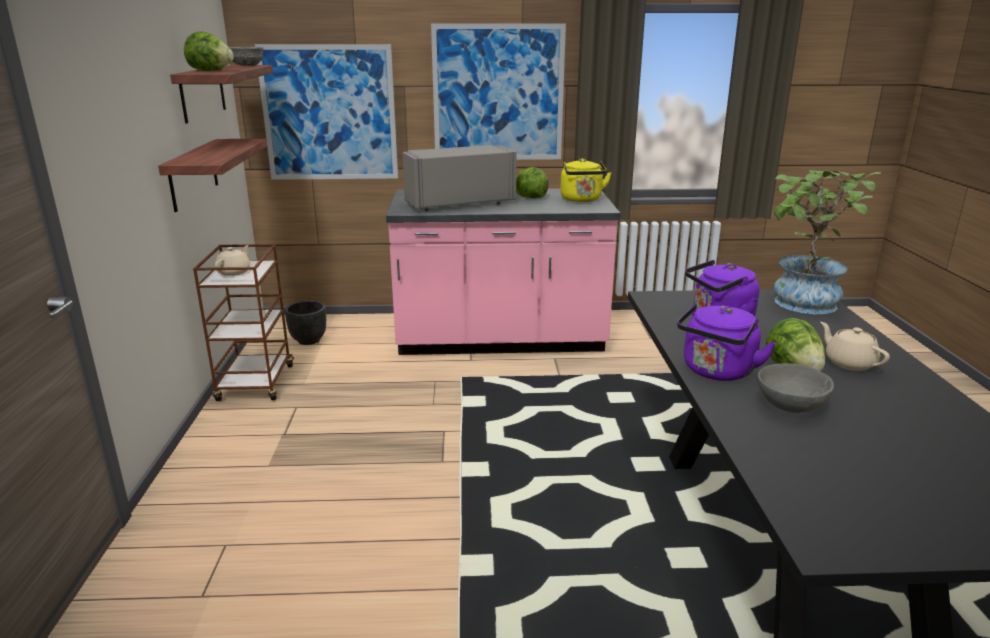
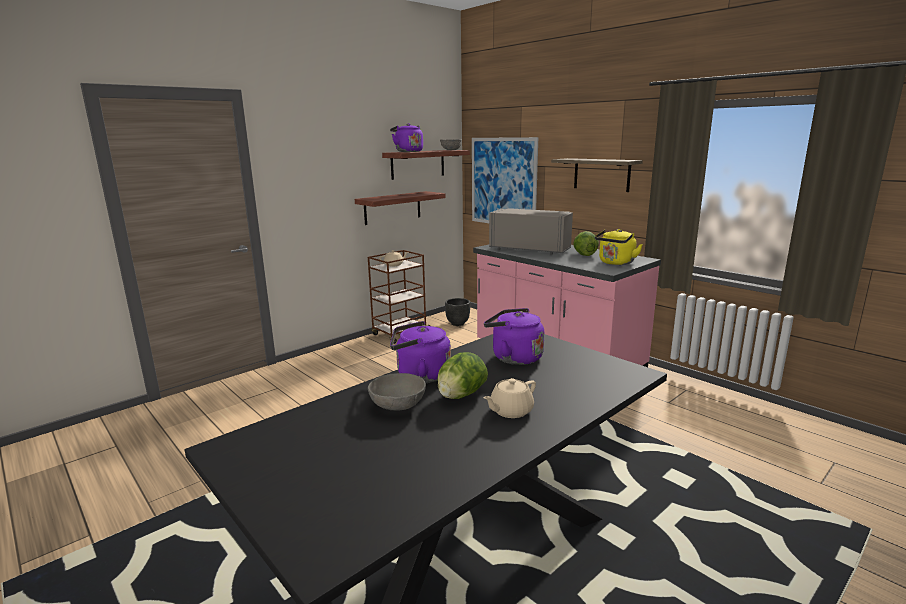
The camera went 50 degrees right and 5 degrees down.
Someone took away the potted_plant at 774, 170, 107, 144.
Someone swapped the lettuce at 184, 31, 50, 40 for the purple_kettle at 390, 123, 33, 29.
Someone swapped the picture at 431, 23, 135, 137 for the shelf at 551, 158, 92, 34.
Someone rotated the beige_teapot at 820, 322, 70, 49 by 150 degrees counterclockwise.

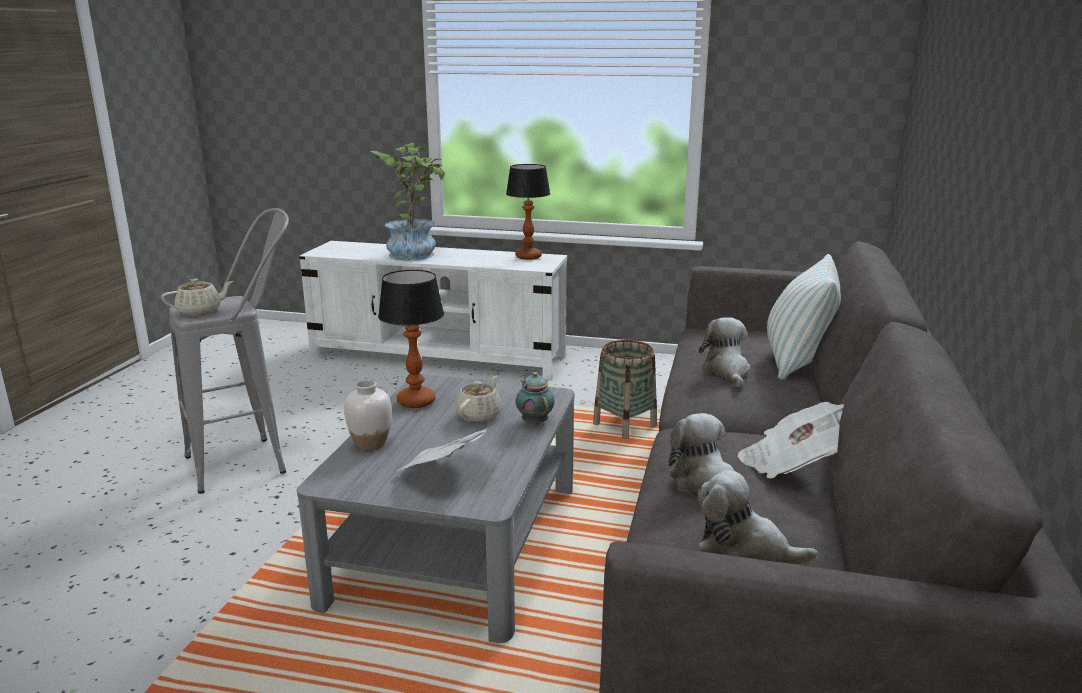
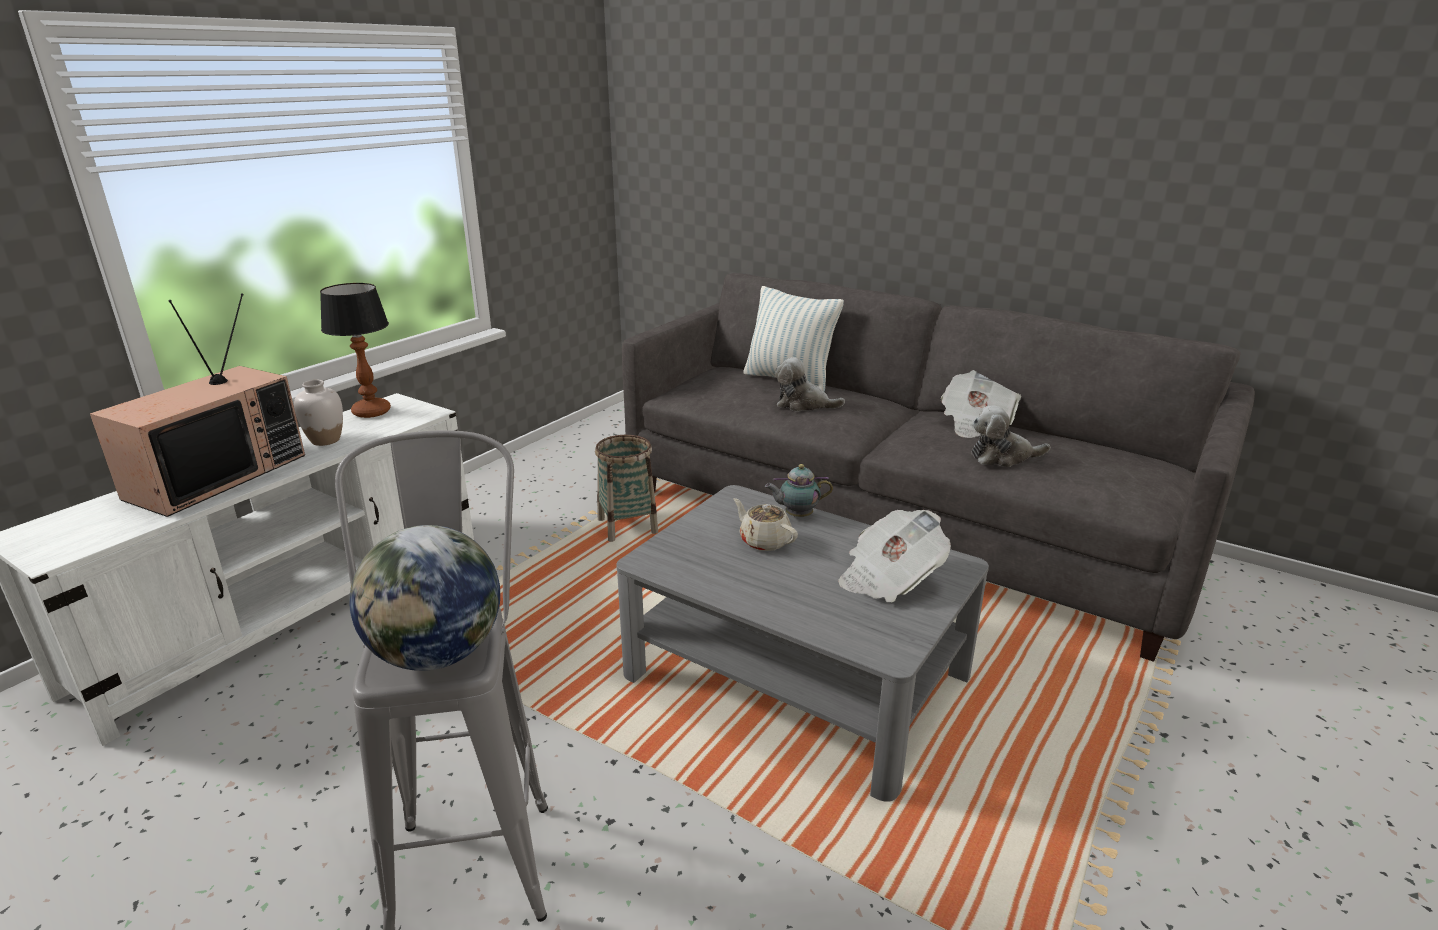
The camera went 70 degrees left and 5 degrees up.
Someone took away the table_lamp at 378, 270, 66, 138.
Someone took away the plush_toy at 698, 470, 120, 95.
Someone carried the white_vase from 344, 380, 48, 70 to 294, 380, 49, 66.
Someone swapped the beige_teapot at 161, 278, 73, 38 for the globe at 350, 525, 150, 146.
Someone swapped the potted_plant at 370, 143, 75, 117 for the television at 90, 293, 215, 224.

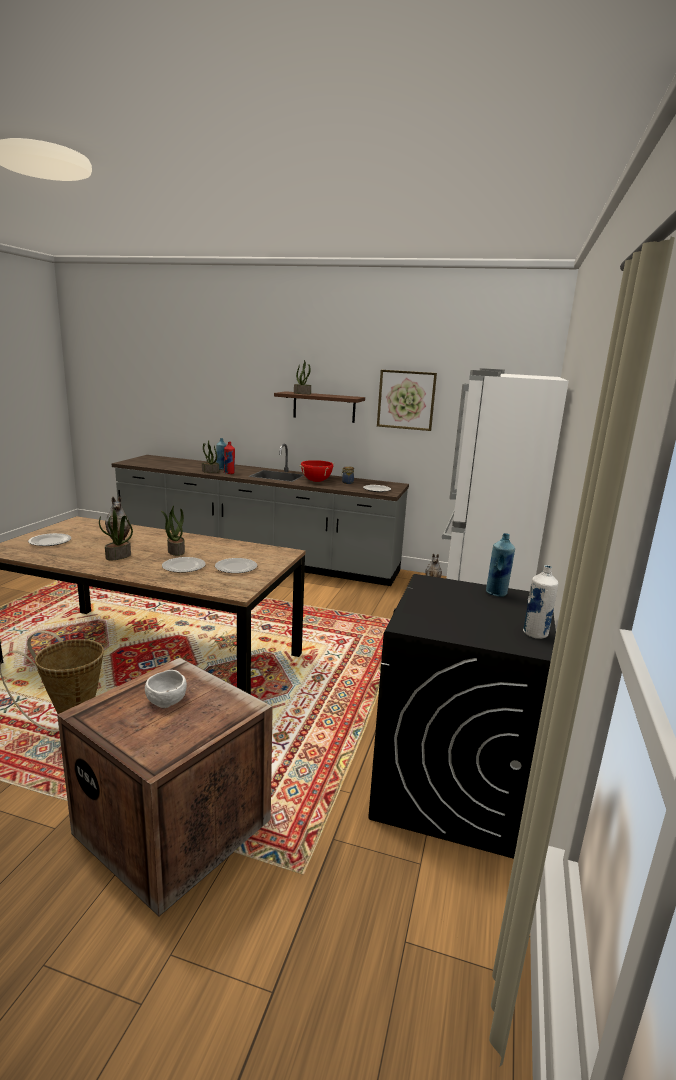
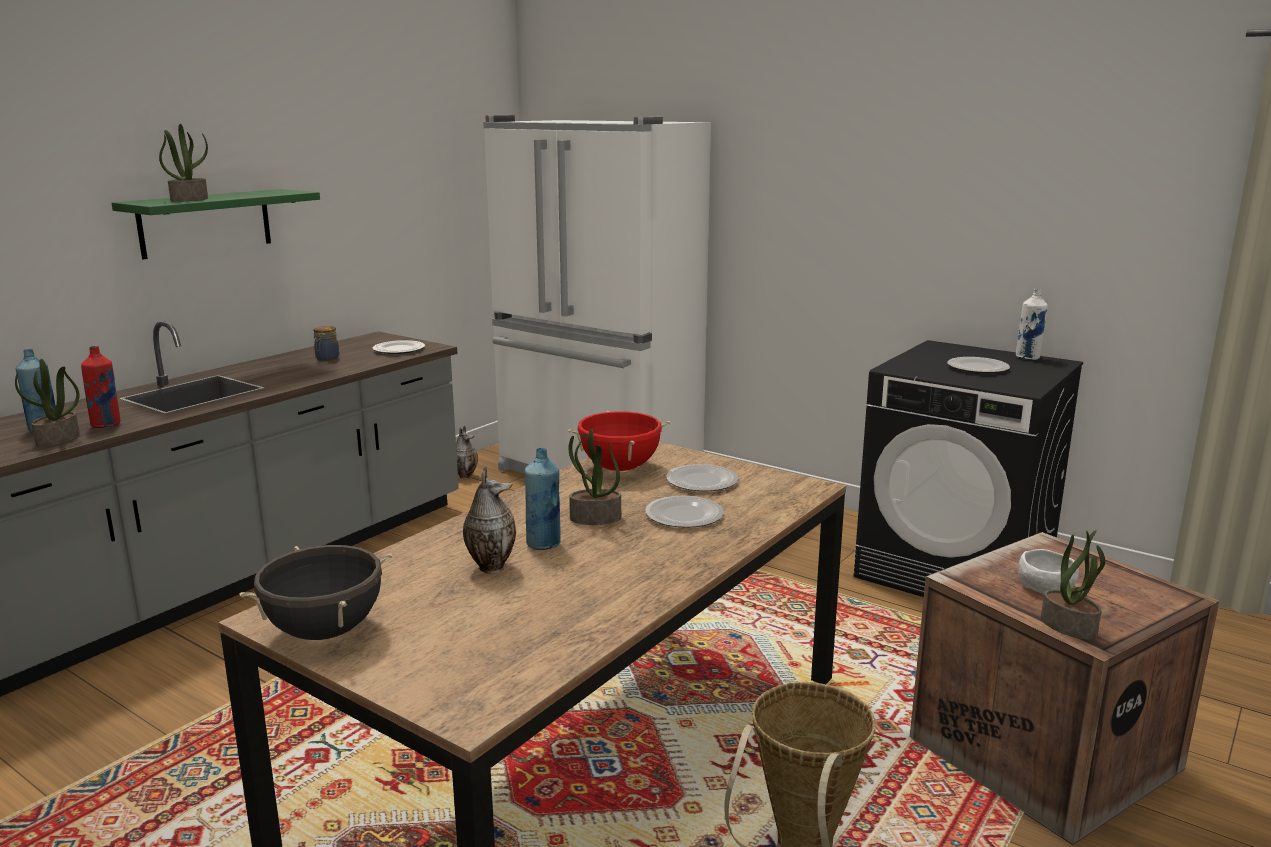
The camera went 70 degrees left and 0 degrees up.
Someone took away the picture at 377, 370, 60, 61.
Someone put down the black_cooking_pot at 239, 545, 153, 95.
Someone carried the plate from 28, 533, 43, 13 to 947, 357, 63, 17.
Someone carried the potted_plant from 99, 510, 34, 50 to 1041, 530, 65, 110.
Someone carried the red_cooking_pot from 300, 460, 34, 22 to 568, 411, 102, 60.
Someone carried the blue_bottle from 486, 533, 29, 64 to 525, 448, 36, 102.
Someone repainted the brown_shelf at 274, 391, 91, 32, which became the green_shelf at 112, 189, 208, 70.

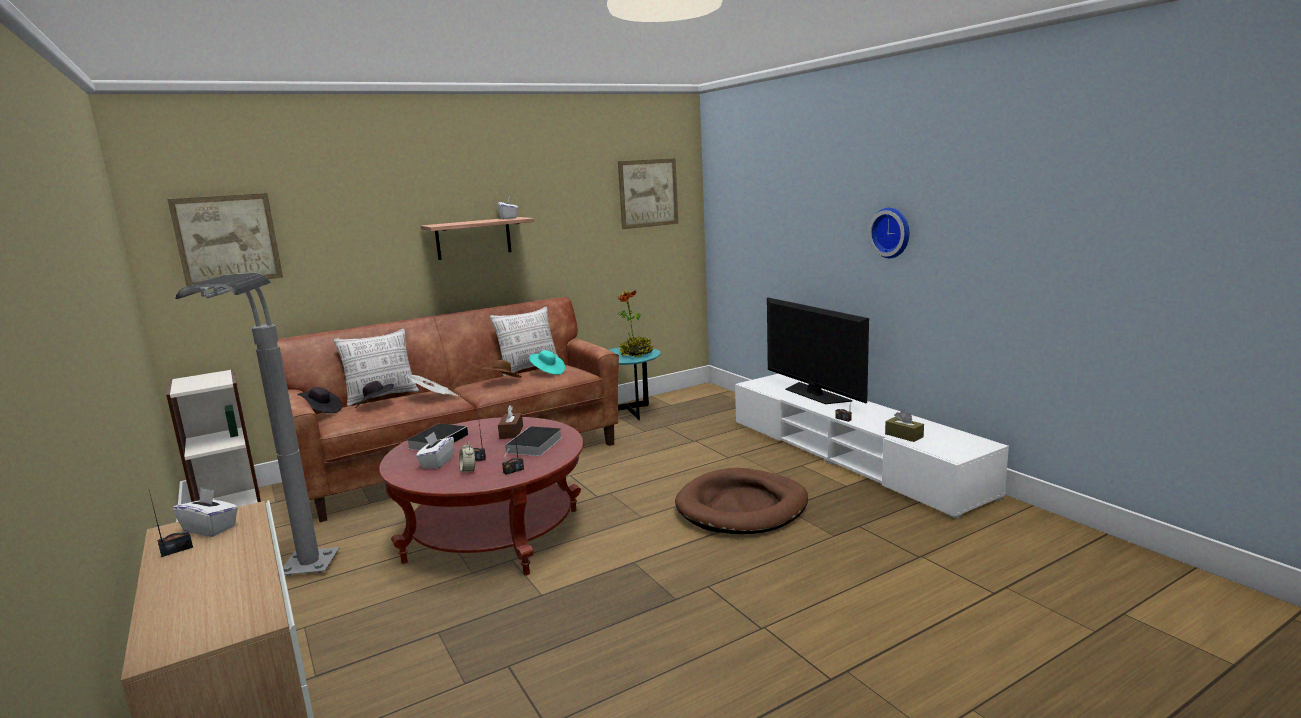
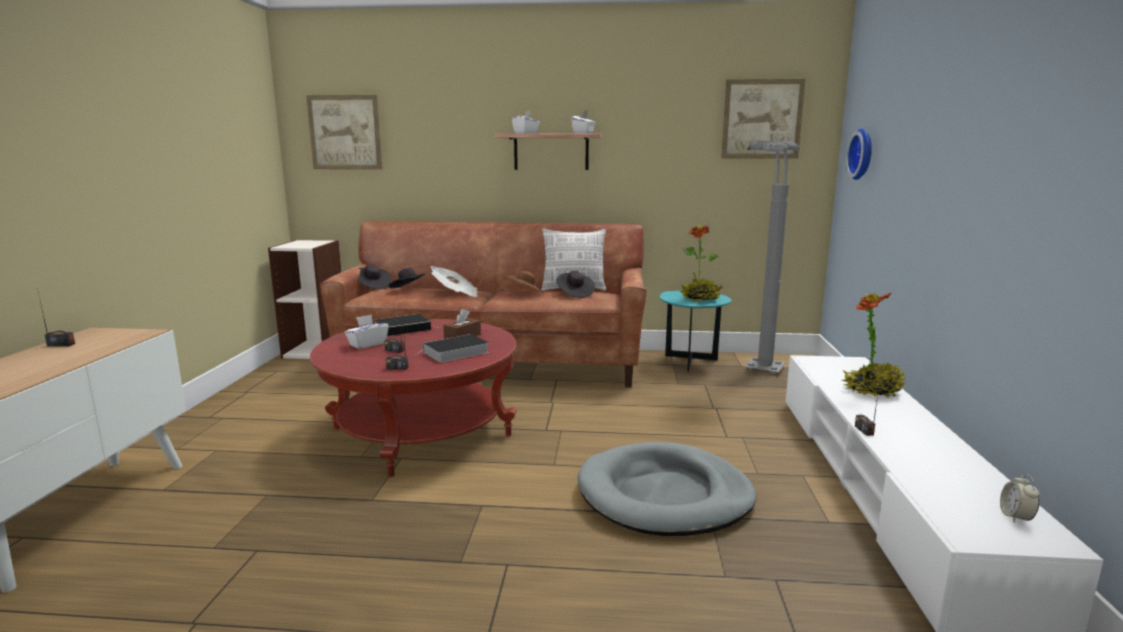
The camera went 35 degrees right and 0 degrees up.
Someone took away the pillow at 334, 329, 85, 77.
Someone took away the brown_tissue_box at 885, 410, 39, 32.
Someone carried the white_tissue_box from 173, 488, 65, 49 to 512, 110, 28, 24.
Someone carried the grey_floor_lamp from 175, 273, 165, 303 to 744, 141, 56, 233.
Someone carried the alarm_clock from 459, 441, 17, 34 to 1000, 474, 39, 48.
Someone carried the wall_clock from 868, 208, 41, 50 to 846, 129, 26, 51.
Someone swapped the television at 767, 297, 102, 107 for the potted_plant at 842, 292, 64, 106.
Someone repainted the turquoise_hat at 529, 350, 36, 25, which became the black_hat at 556, 271, 39, 27.
Someone repainted the brown_dog_bed at 675, 468, 133, 66, which became the grey_dog_bed at 578, 442, 178, 94.

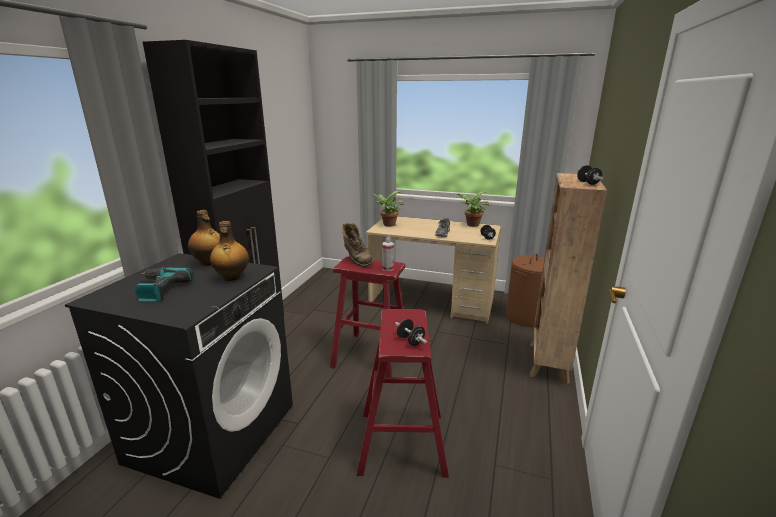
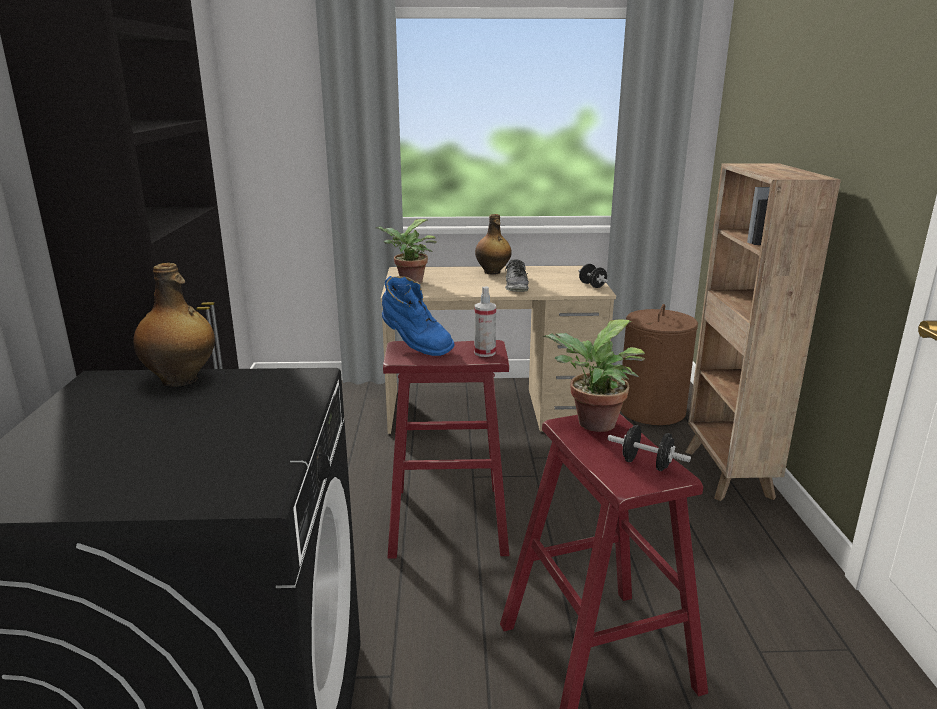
The camera went 20 degrees left and 0 degrees up.
Someone took away the power_drill at 135, 267, 59, 35.
Someone took away the black_dumbbell at 577, 165, 26, 20.
Someone carried the bottle from 210, 221, 39, 60 to 475, 214, 37, 61.
Someone carried the potted_plant from 456, 191, 33, 36 to 543, 319, 102, 113.
Someone repainted the brown_boot at 342, 223, 32, 44, which became the blue_boot at 382, 276, 72, 80.

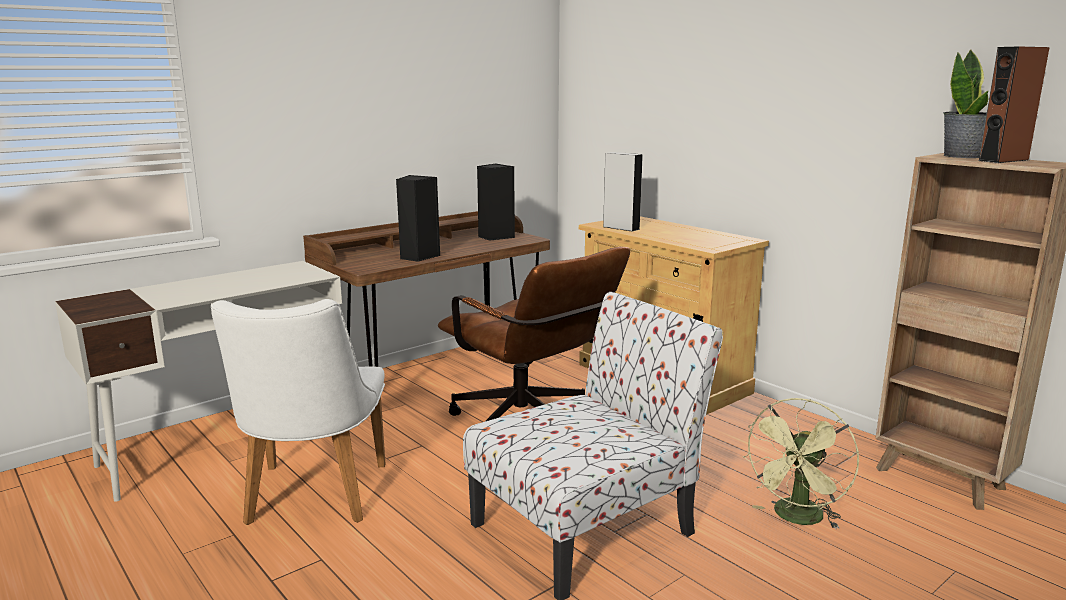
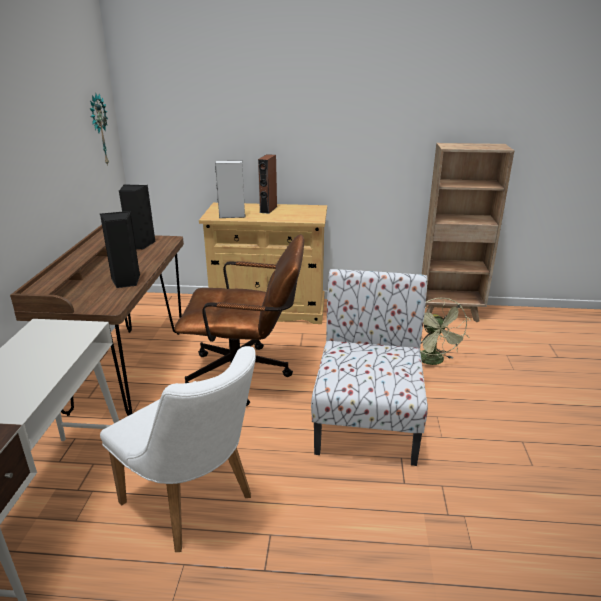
The camera went 45 degrees left and 10 degrees up.
Someone took away the potted_plant at 943, 49, 46, 109.
Someone put up the wall_clock at 90, 94, 19, 72.
Someone carried the brown_speaker from 979, 47, 71, 116 to 258, 154, 19, 60.

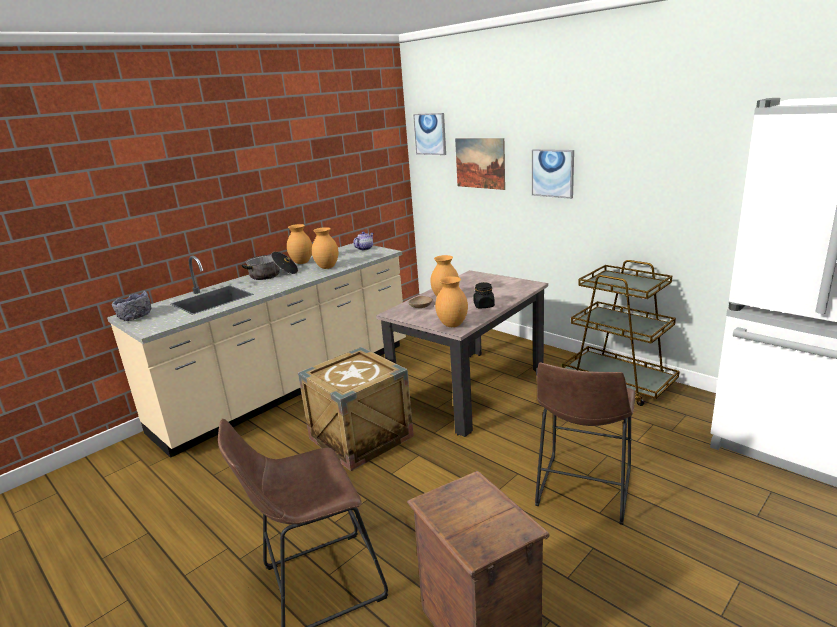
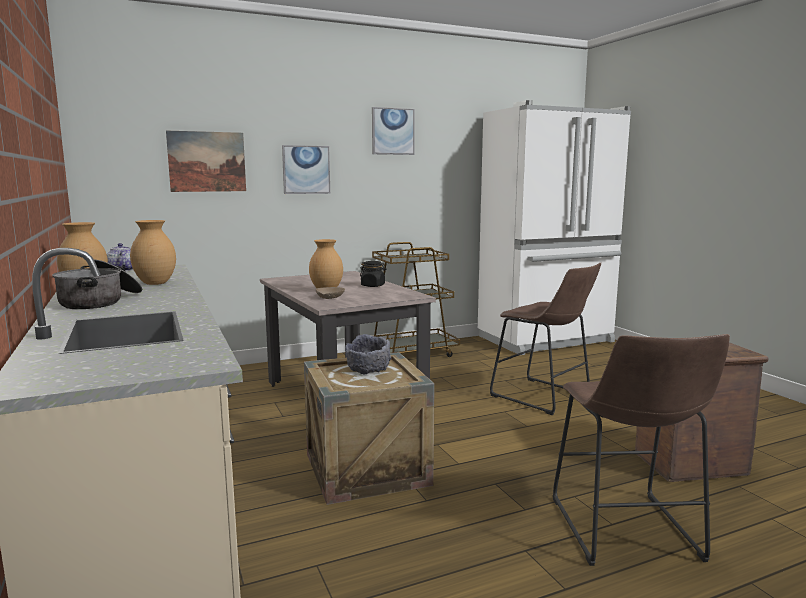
The camera went 70 degrees left and 10 degrees down.
Someone took away the brown_vase at 435, 276, 33, 51.
Someone carried the grey_bowl from 112, 291, 40, 30 to 345, 334, 47, 40.
Someone carried the picture from 413, 113, 33, 42 to 372, 107, 43, 48.

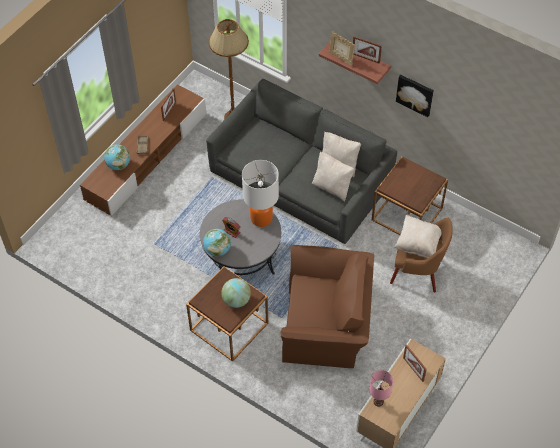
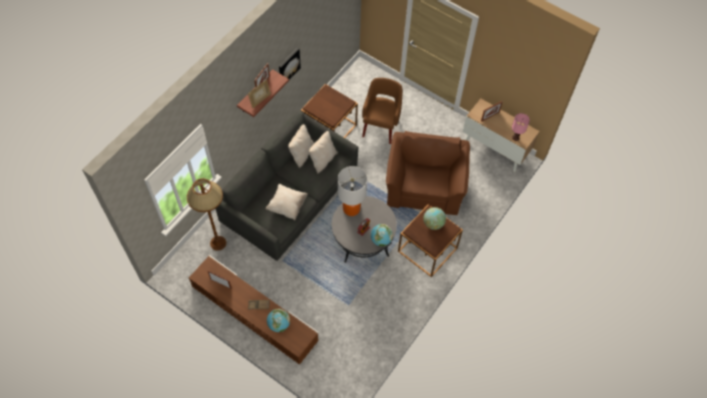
The camera went 90 degrees left and 5 degrees up.
Someone carried the beige_pillow from 394, 215, 48, 43 to 265, 184, 43, 36.

